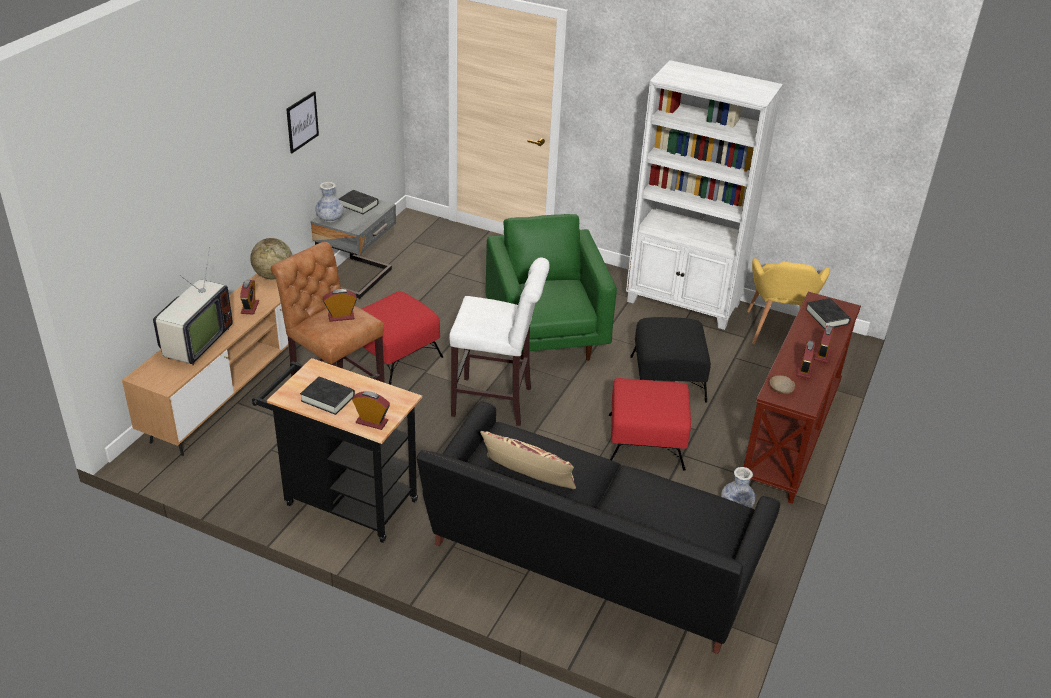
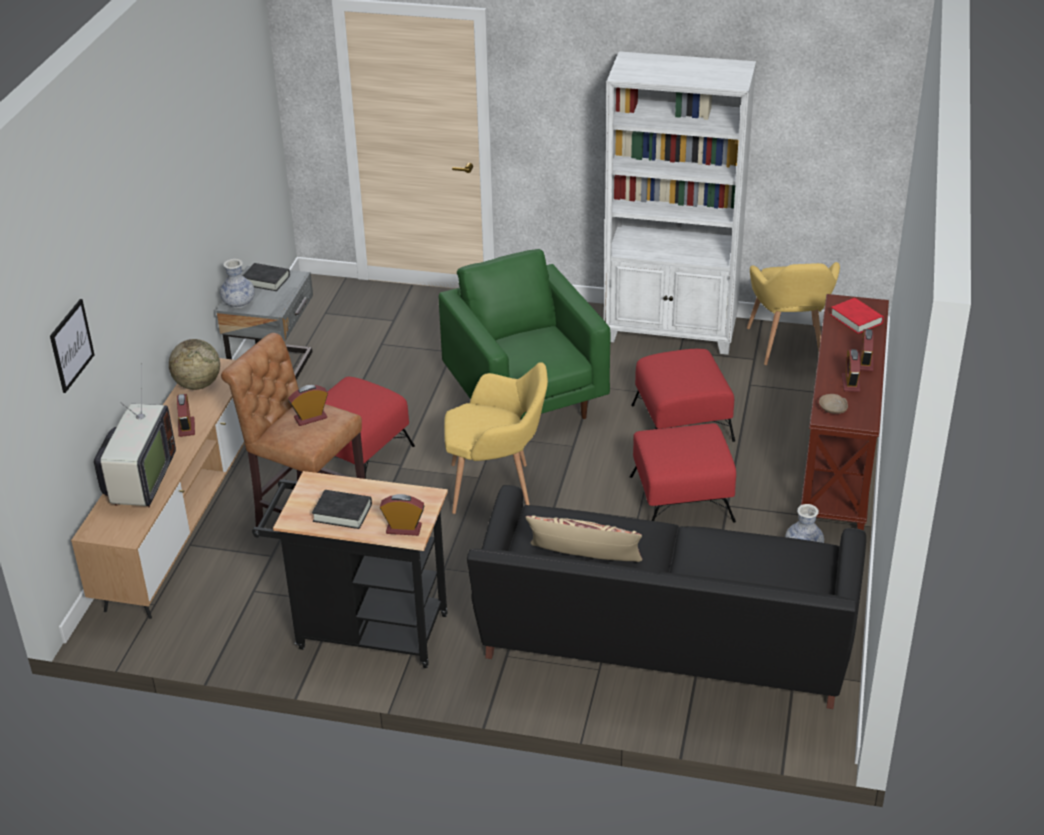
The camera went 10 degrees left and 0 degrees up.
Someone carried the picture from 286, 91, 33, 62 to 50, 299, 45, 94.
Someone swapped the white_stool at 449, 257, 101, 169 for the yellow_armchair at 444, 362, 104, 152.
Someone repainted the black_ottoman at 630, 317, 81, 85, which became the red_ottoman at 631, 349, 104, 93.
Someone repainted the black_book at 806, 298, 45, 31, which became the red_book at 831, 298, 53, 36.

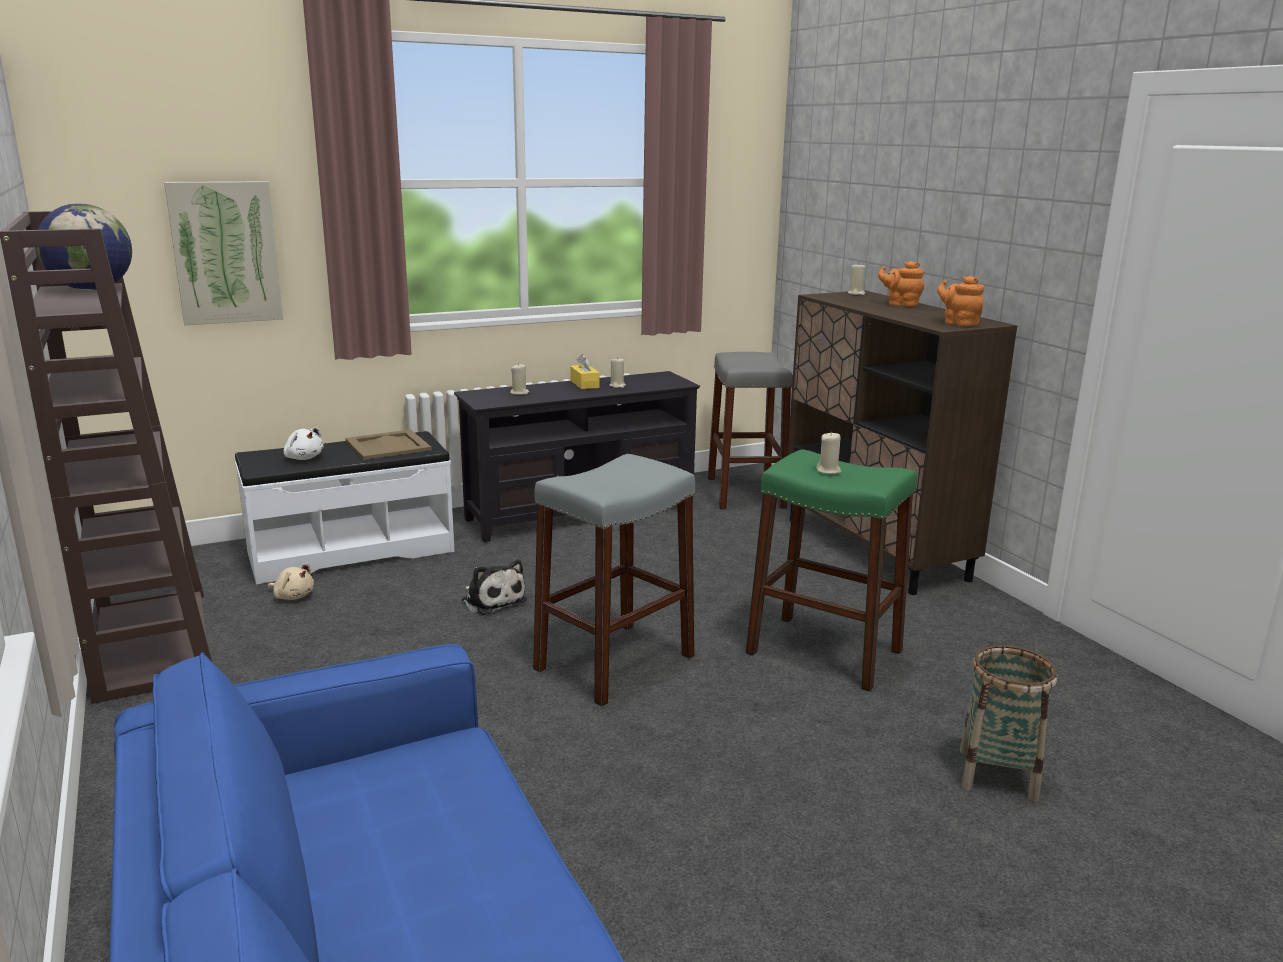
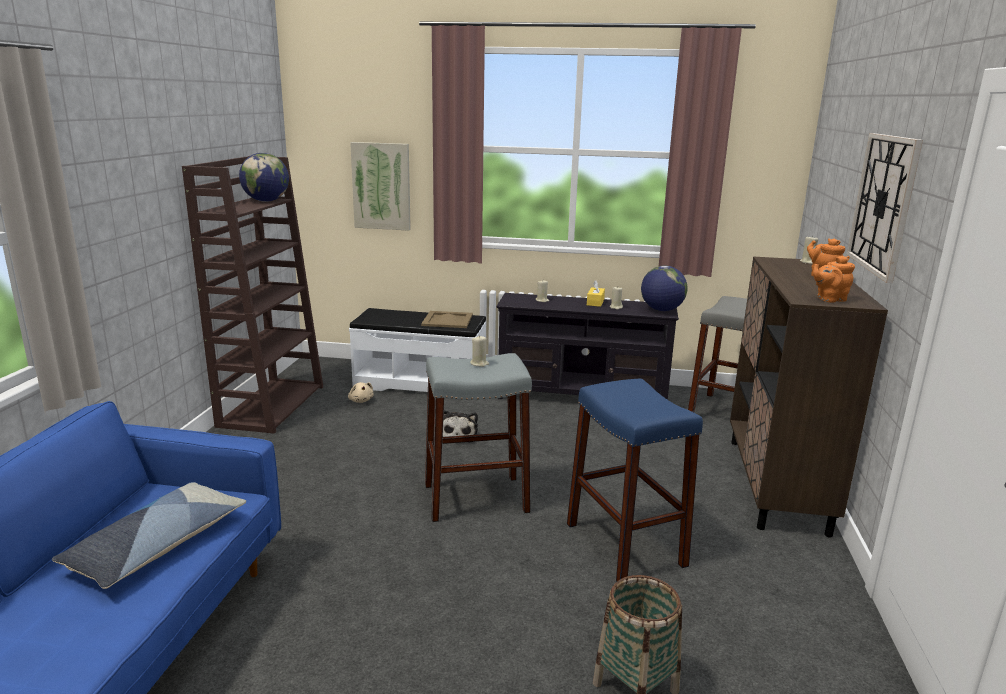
The camera went 35 degrees right and 0 degrees up.
Someone took away the white_plush_toy at 283, 427, 41, 33.
Someone put down the pillow at 52, 482, 194, 107.
Someone put down the globe at 641, 266, 47, 45.
Someone put up the wall_clock at 847, 133, 76, 150.
Someone carried the beige_candle from 816, 432, 25, 42 to 470, 335, 19, 32.
Someone repainted the green_stool at 746, 450, 171, 242, which became the blue_stool at 567, 379, 136, 202.
Someone rotated the orange_teapot at 937, 276, 47, 51 by 105 degrees counterclockwise.

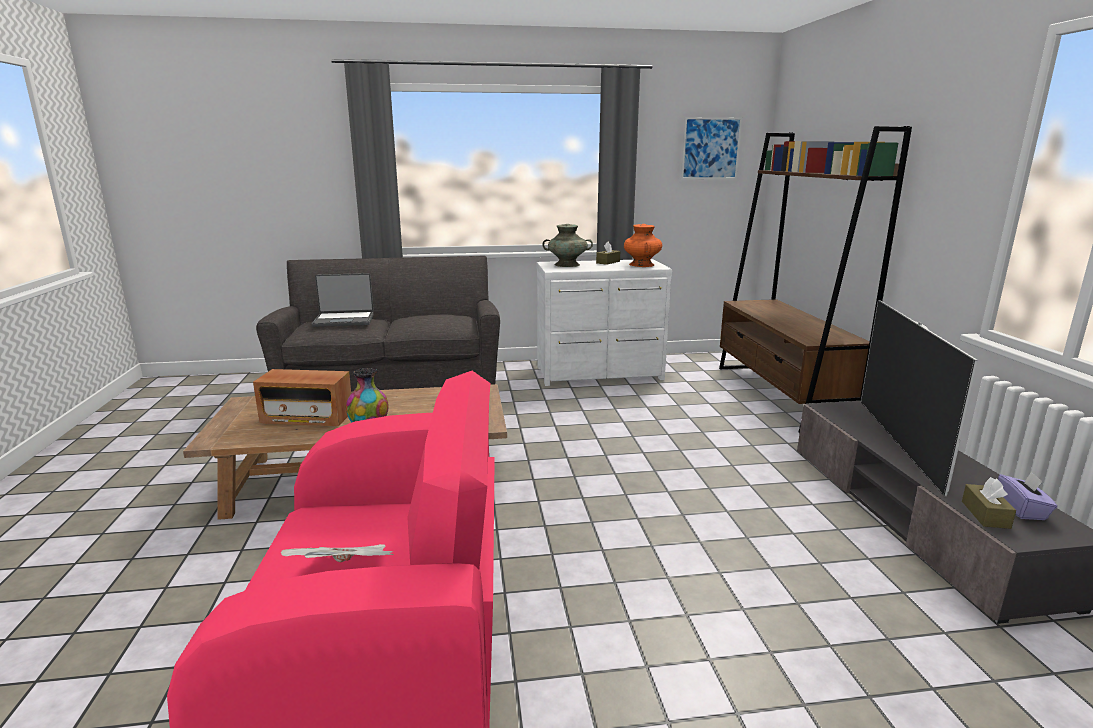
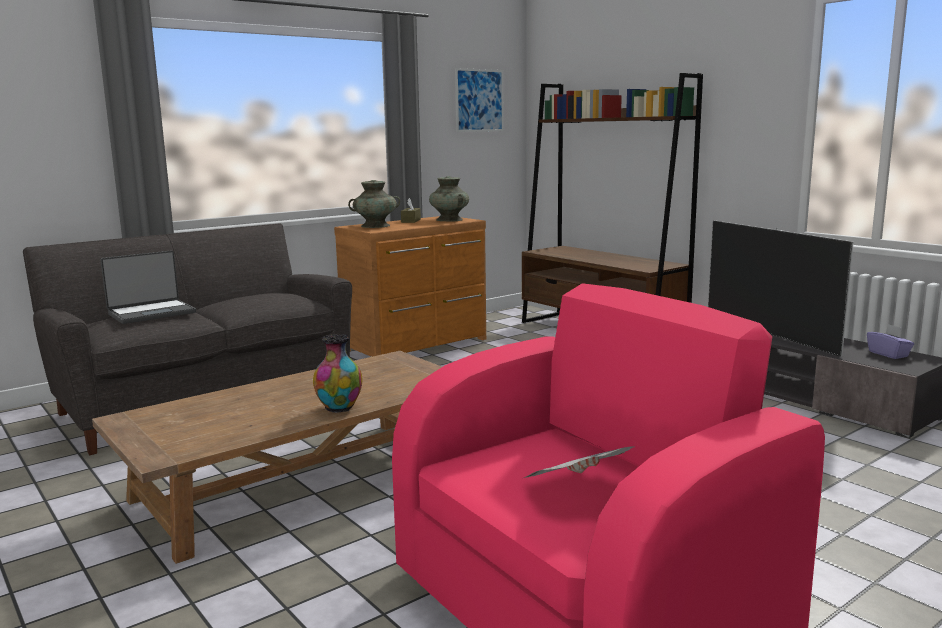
The camera went 30 degrees left and 5 degrees down.
Someone took away the radio at 253, 369, 99, 57.
Someone took away the brown_tissue_box at 962, 477, 54, 52.
Someone repainted the white_dresser at 537, 259, 135, 127, which became the brown_dresser at 334, 216, 152, 141.
Someone repainted the orange_vase at 624, 224, 38, 43, which became the turquoise_vase at 429, 176, 40, 45.

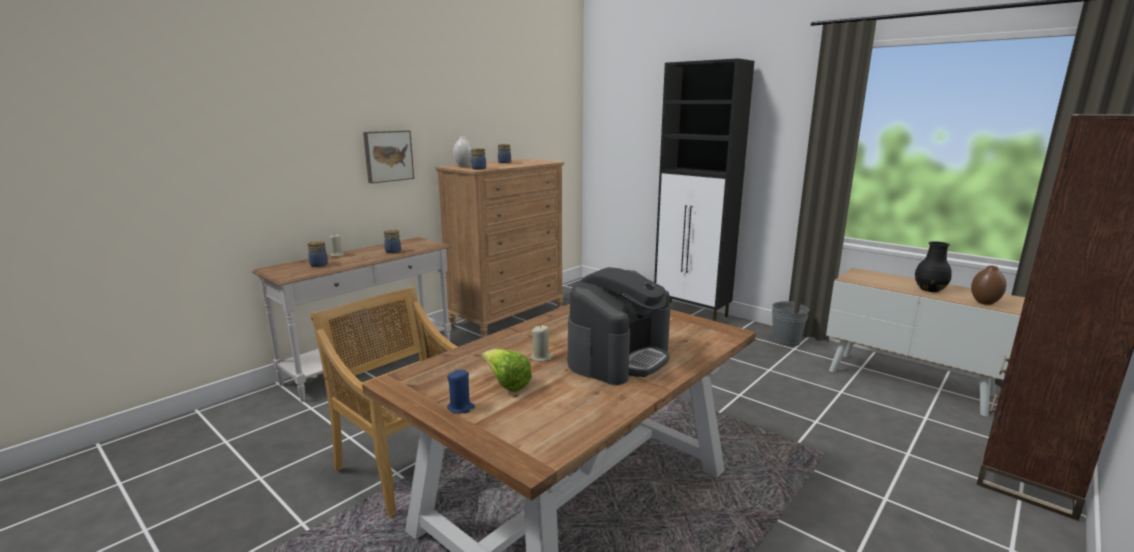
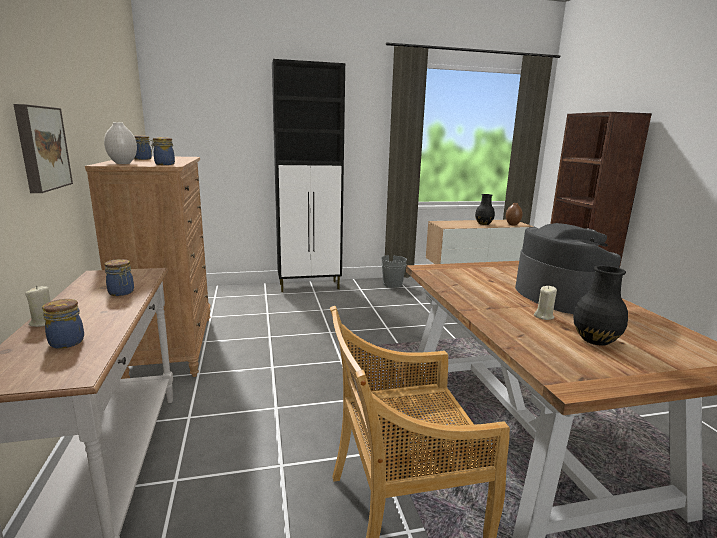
The camera went 55 degrees left and 0 degrees up.
Someone took away the blue_candle at 447, 370, 28, 44.
Someone swapped the lettuce at 482, 349, 50, 43 for the black_vase at 573, 265, 55, 81.

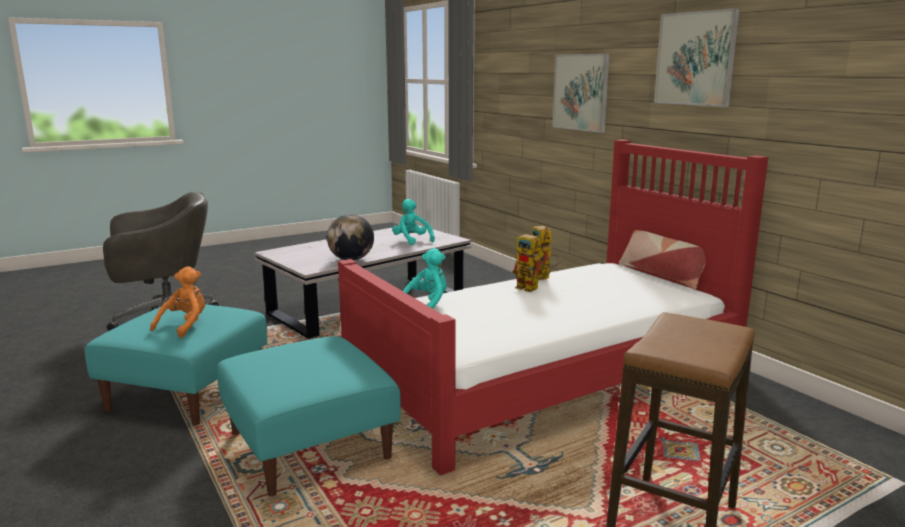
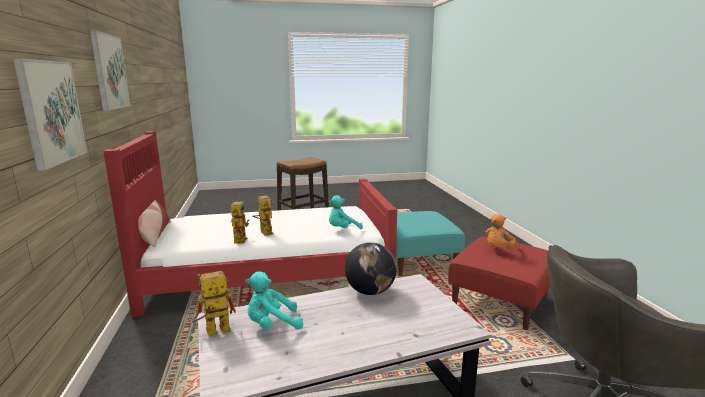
The camera went 160 degrees left and 0 degrees up.
Someone put down the toy_robot at 192, 271, 44, 65.
Someone repainted the turquoise_ottoman at 84, 304, 183, 122, which became the red_ottoman at 448, 237, 102, 93.
Someone rotated the turquoise_plush_toy at 392, 199, 43, 46 by 90 degrees clockwise.

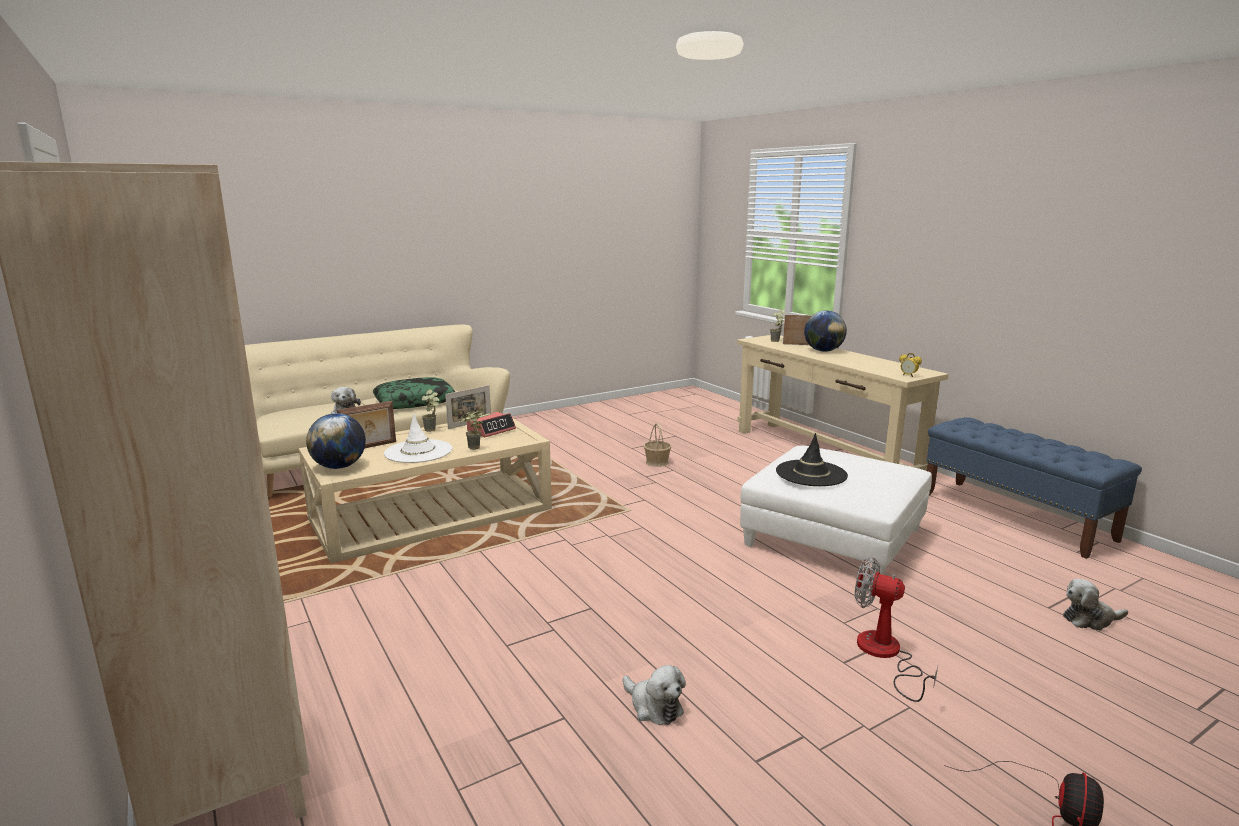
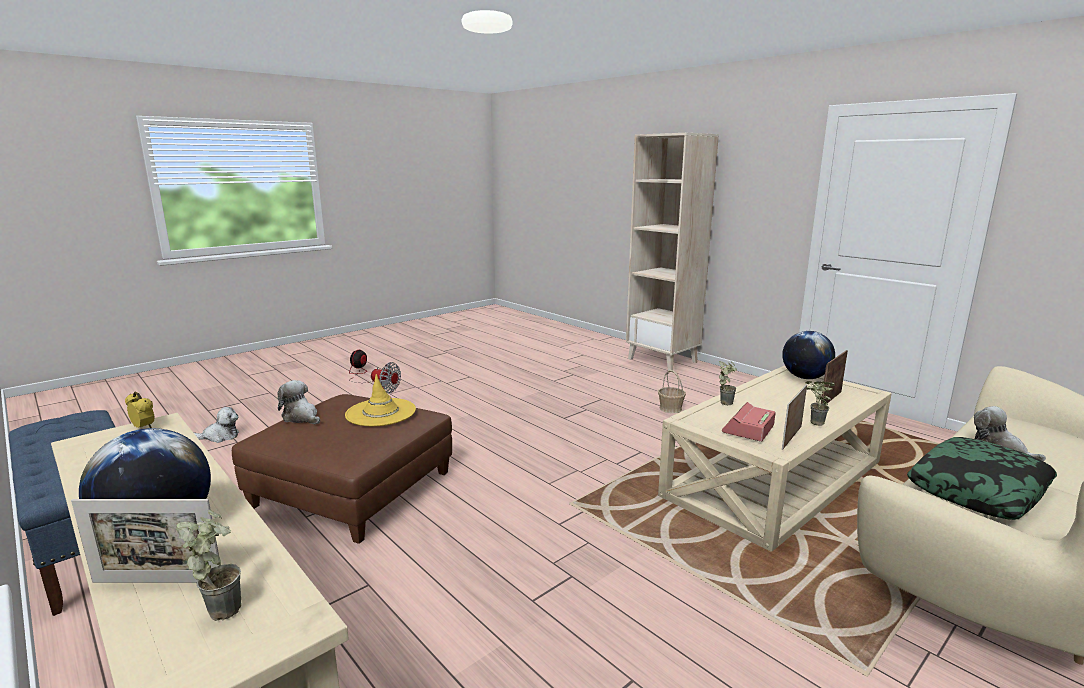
The camera went 170 degrees right and 0 degrees up.
Someone took away the white_hat at 384, 413, 68, 50.
Someone carried the plush_toy from 623, 665, 63, 60 to 277, 380, 43, 44.
Someone carried the basket from 644, 423, 27, 44 to 658, 370, 28, 43.
Someone repainted the white_ottoman at 740, 446, 192, 129, which became the brown_ottoman at 232, 394, 220, 150.
Someone repainted the black_hat at 776, 433, 72, 53, which became the yellow_hat at 345, 374, 71, 52.

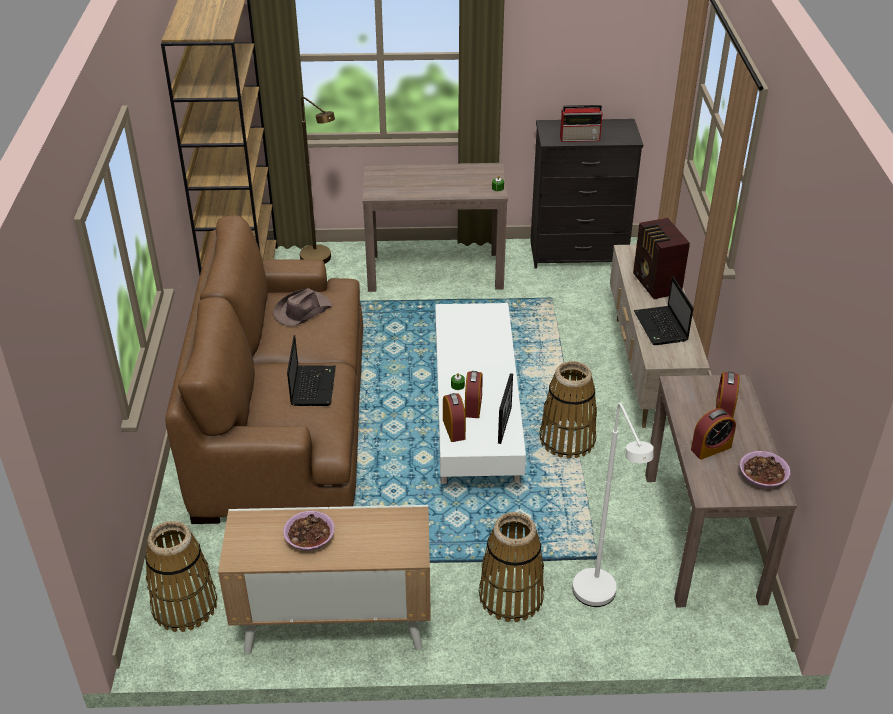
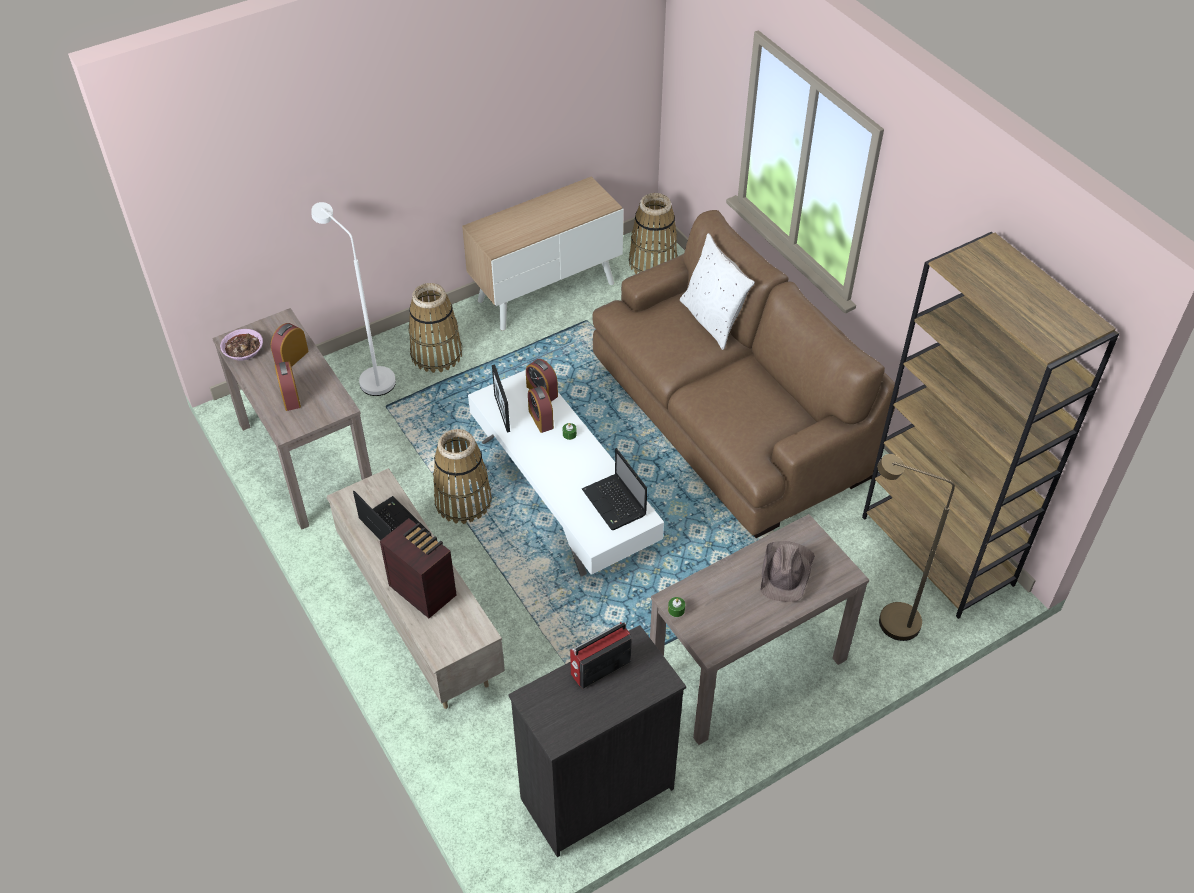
The camera went 150 degrees right and 10 degrees up.
Someone took away the bowl at 283, 511, 52, 40.
Someone put down the white_pillow at 680, 233, 75, 117.
Someone carried the brown_hat from 273, 288, 59, 38 to 760, 541, 55, 61.
Someone carried the laptop from 287, 335, 49, 71 to 582, 448, 65, 82.

